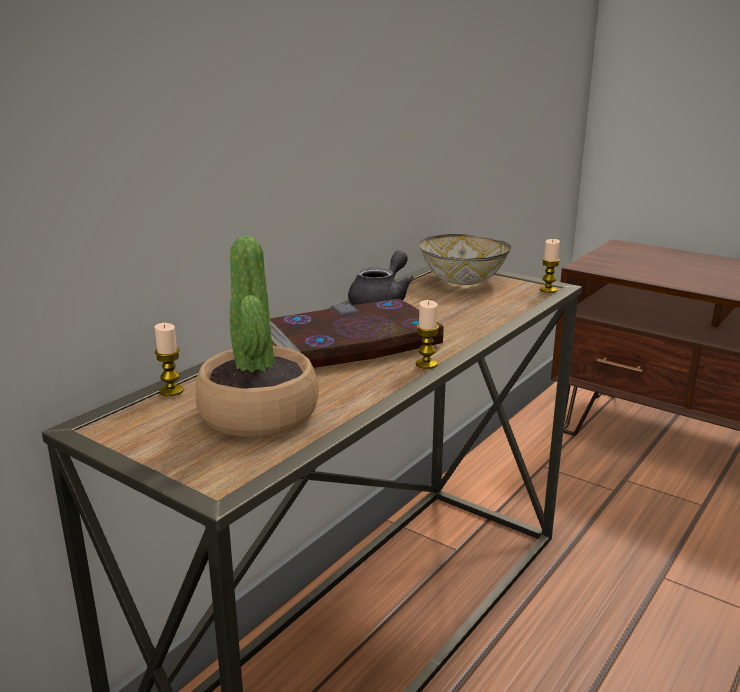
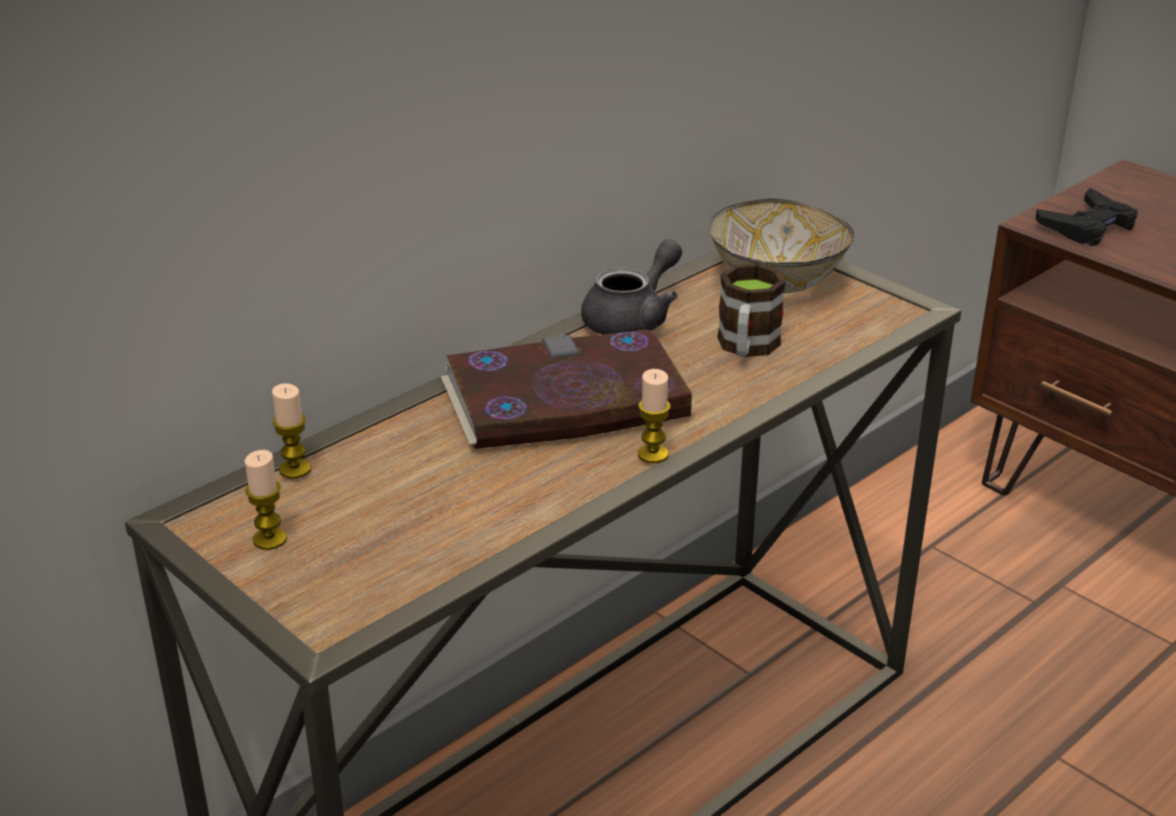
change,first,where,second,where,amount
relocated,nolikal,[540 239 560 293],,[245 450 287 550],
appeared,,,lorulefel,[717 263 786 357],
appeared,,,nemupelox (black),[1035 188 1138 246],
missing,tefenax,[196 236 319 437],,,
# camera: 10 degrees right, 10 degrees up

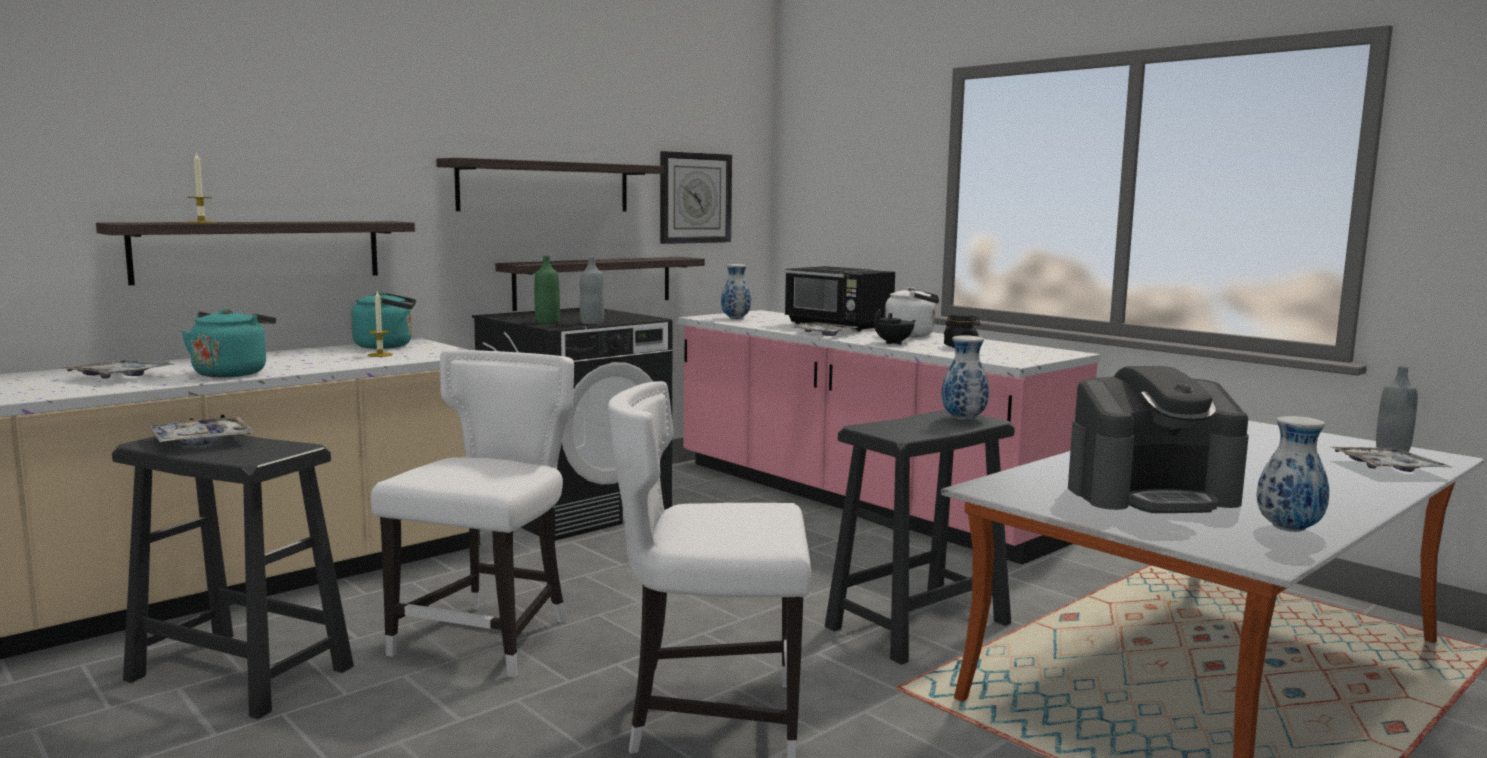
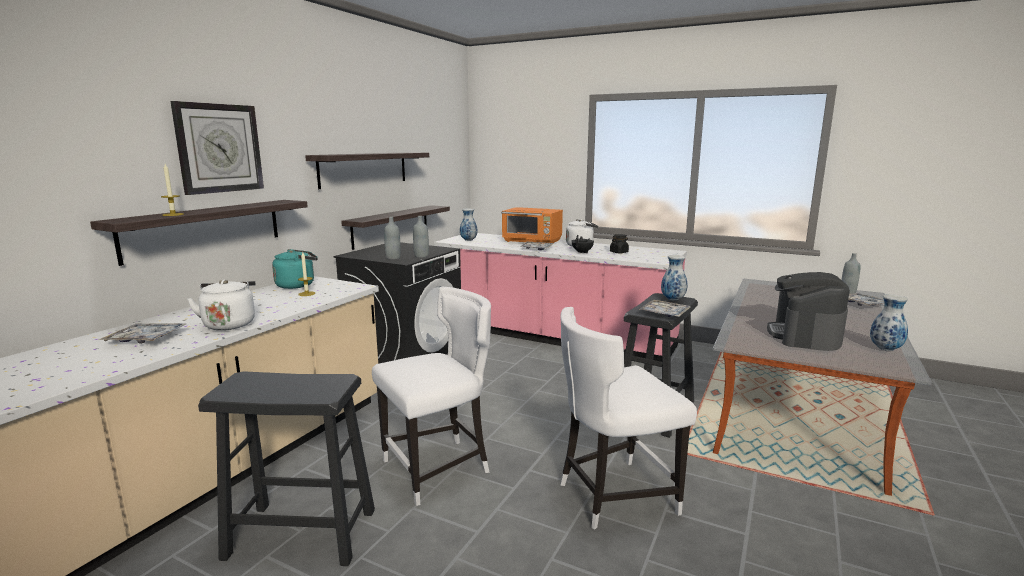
change,first,where,second,where,amount
relocated,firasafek,[660 151 732 244],,[170 101 264 195],
colour,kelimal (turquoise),[181 308 276 377],kelimal (white),[187 280 256 330],
spun,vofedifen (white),[371 350 574 678],,[372 287 491 506],60 degrees clockwise
colour,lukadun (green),[534 256 560 323],lukadun (grey),[384 217 401 259],
colour,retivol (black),[785 266 895 332],retivol (orange),[502 207 563 244],
relocated,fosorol,[149 417 254 445],,[639 300 691 317],
spun,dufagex,[1068 366 1249 513],,[767 272 850 351],135 degrees clockwise
# camera: 20 degrees left, 5 degrees up

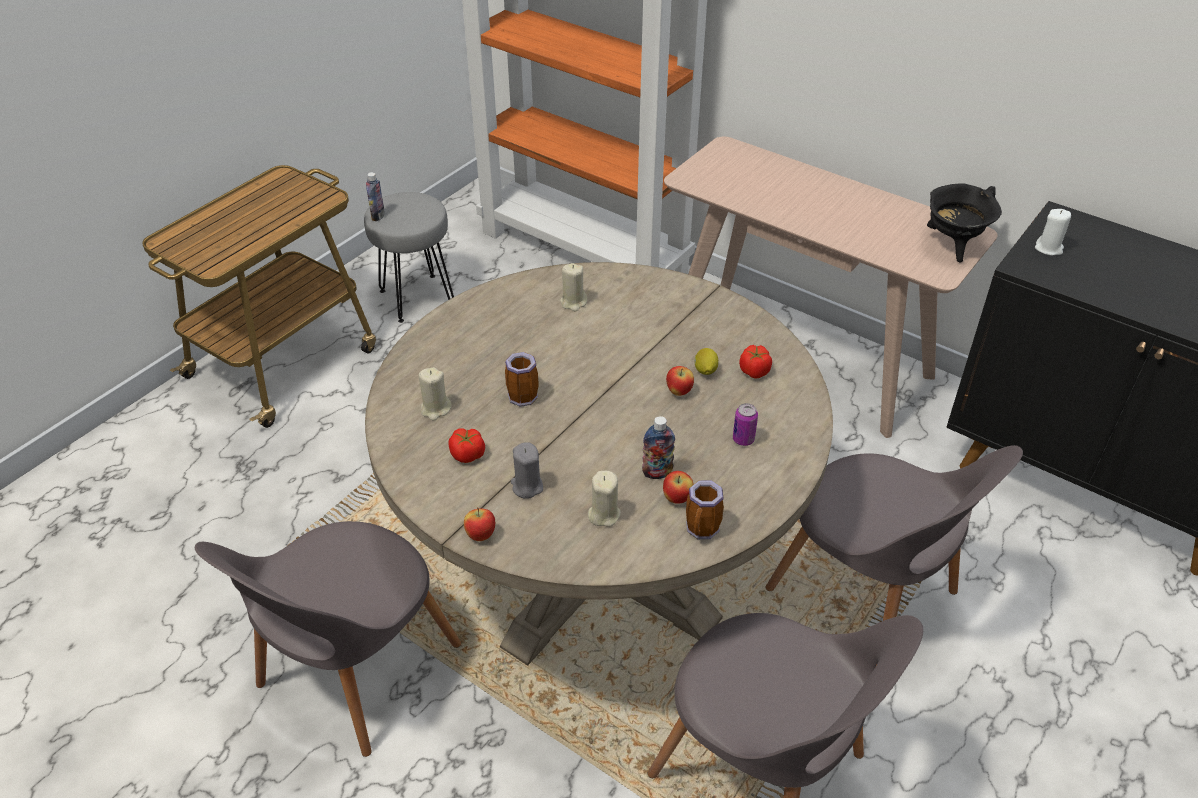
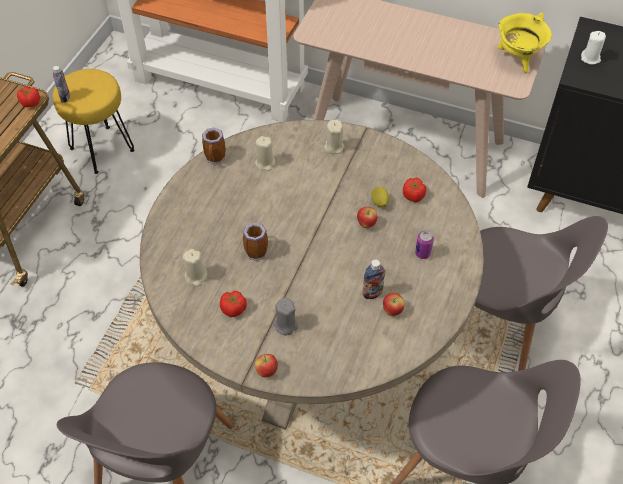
change,first,where,second,where,amount
appeared,,,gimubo,[17 86 40 107],
colour,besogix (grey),[364 192 454 323],besogix (yellow),[52 69 135 174],
relocated,lorulefel,[686 481 724 539],,[202 127 226 164],
relocated,nolikal (beige),[588 471 621 527],,[324 120 344 154],
colour,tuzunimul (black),[927 183 1002 262],tuzunimul (yellow),[498 13 552 73],
# camera: 15 degrees left, 10 degrees up

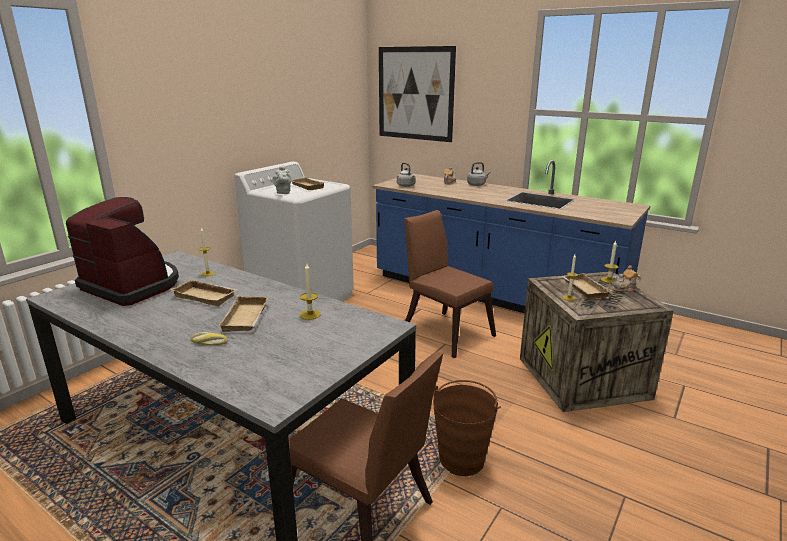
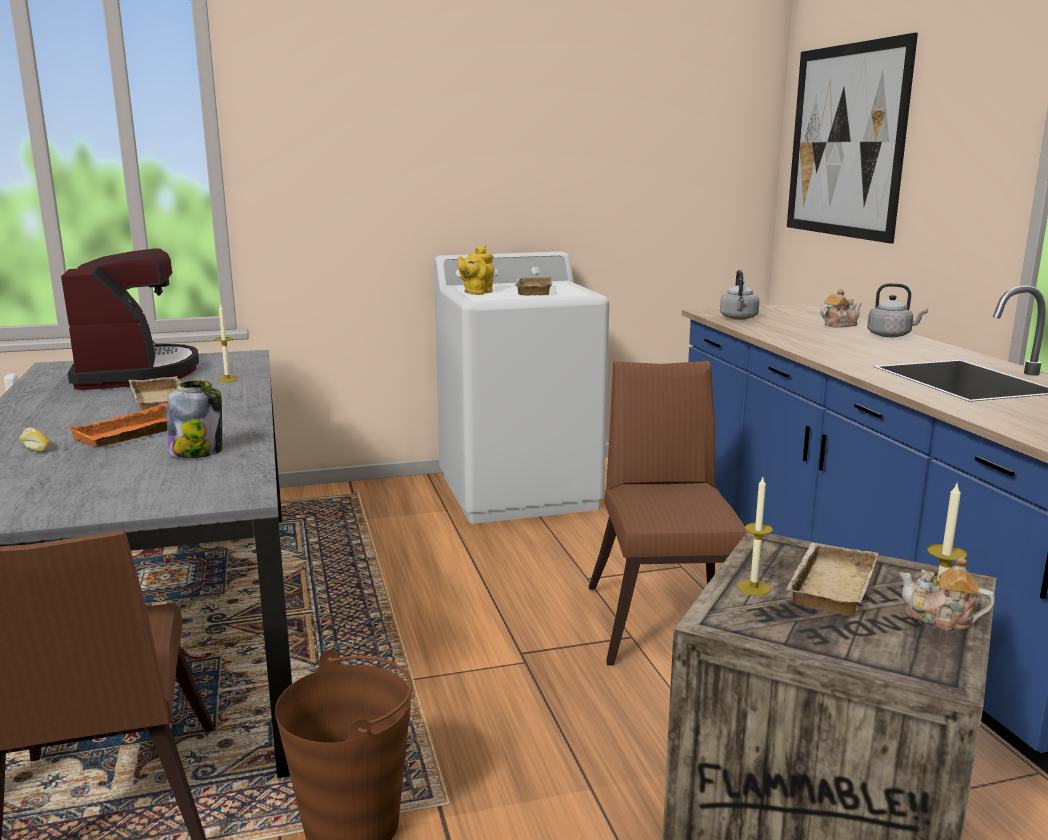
change,first,where,second,where,amount
colour,fosorol (beige),[219 295 269 332],fosorol (orange),[67 403 167 447],
exchanged,nolikal,[300 264 321 320],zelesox,[167 381 222 458],
colour,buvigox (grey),[272 165 292 194],buvigox (yellow),[458 246 494 295],
# camera: 40 degrees right, 5 degrees down

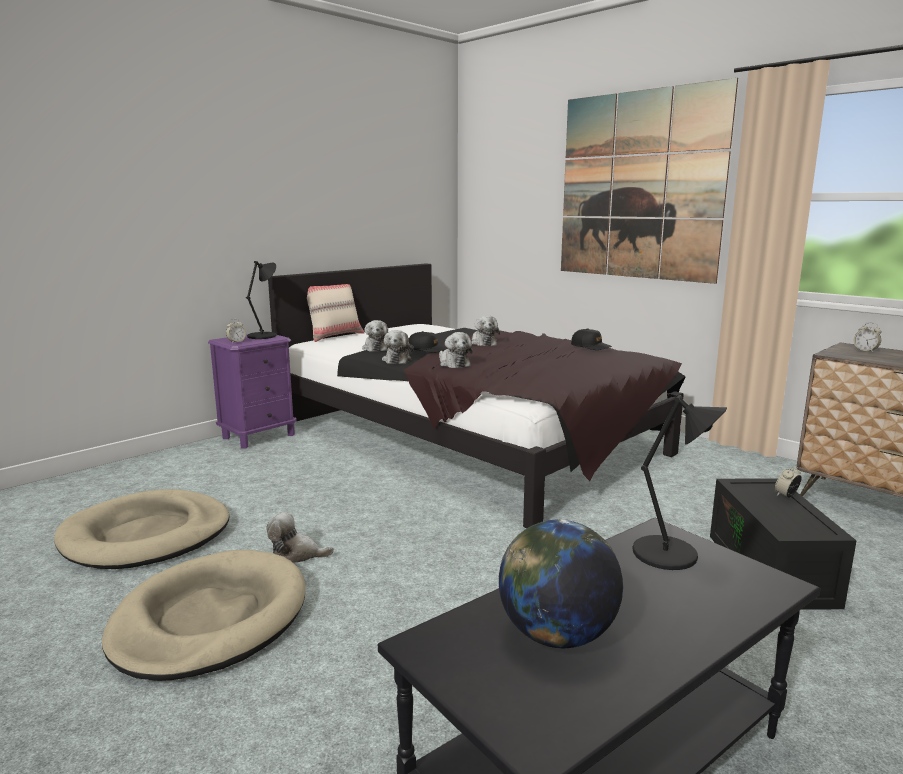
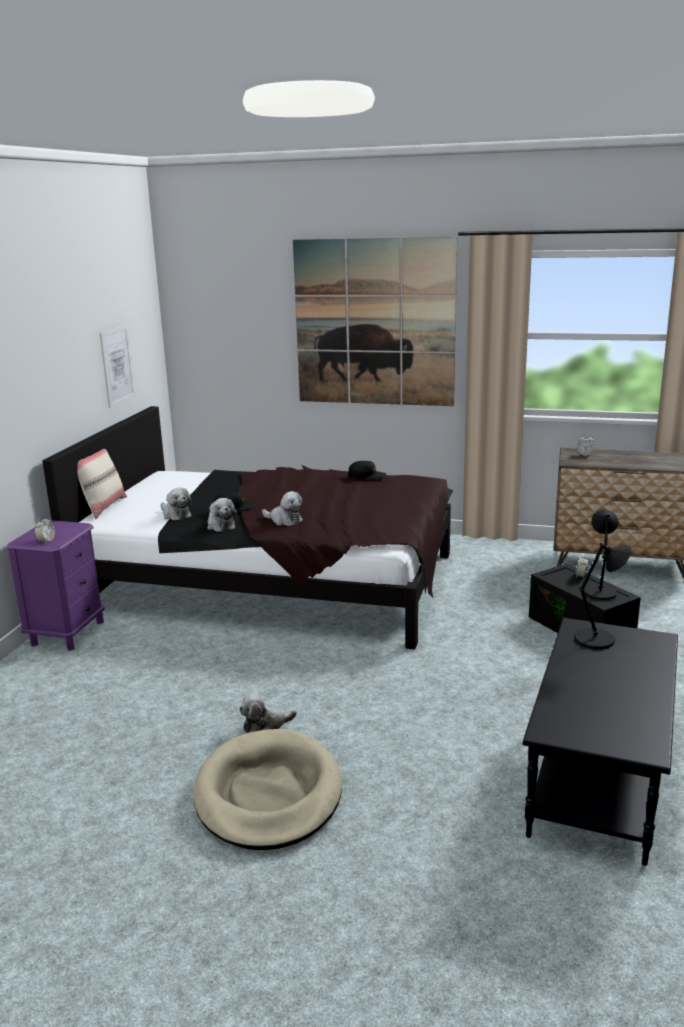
change,first,where,second,where,amount
appeared,,,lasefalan,[100 325 135 408],
relocated,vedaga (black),[246 261 276 339],,[584 509 619 600],
missing,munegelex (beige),[54 489 230 569],,,
missing,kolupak,[471 315 500 346],,,
missing,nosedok,[499 519 623 649],,,
# camera: 30 degrees left, 5 degrees up

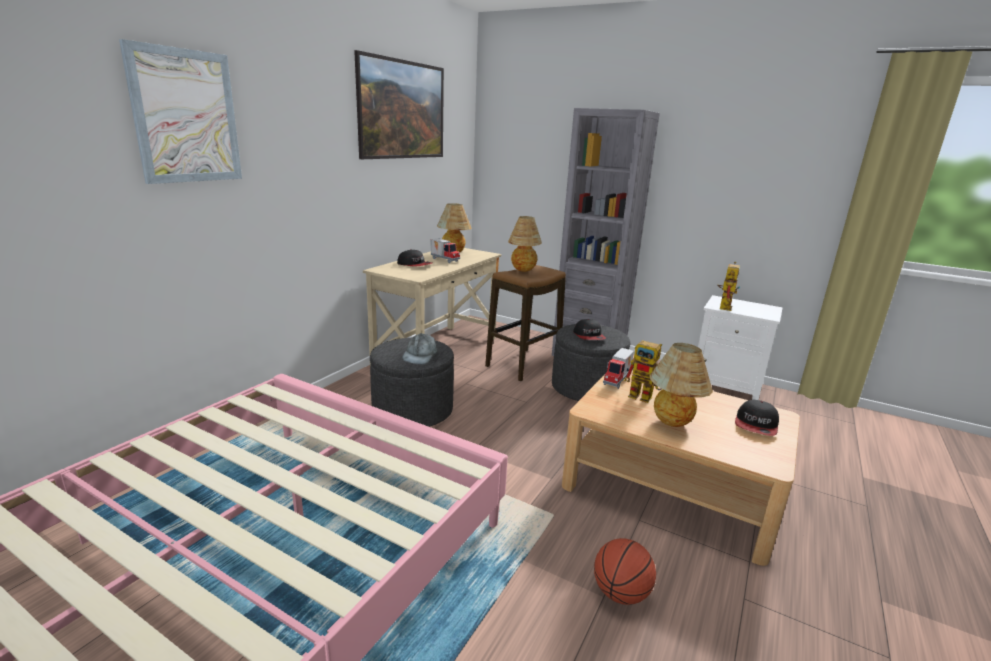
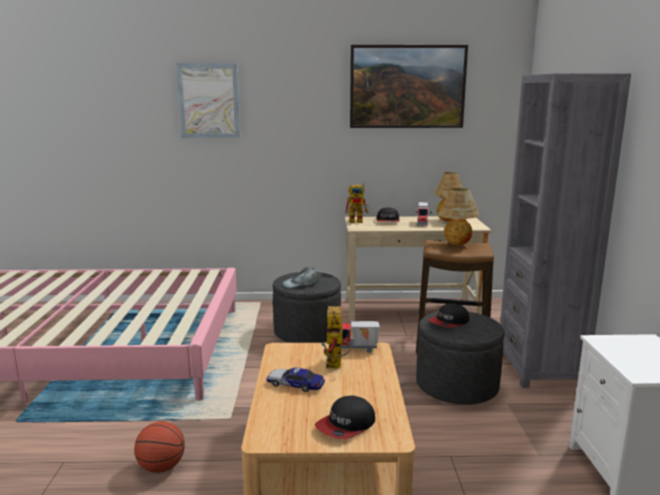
change,first,where,second,where,amount
exchanged,vedaga,[650 343 713 427],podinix,[267 367 325 392],
spun,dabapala,[735 399 779 436],,[315 395 375 439],45 degrees counterclockwise
relocated,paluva,[717 262 740 311],,[345 183 369 223],
# camera: 60 degrees right, 5 degrees down

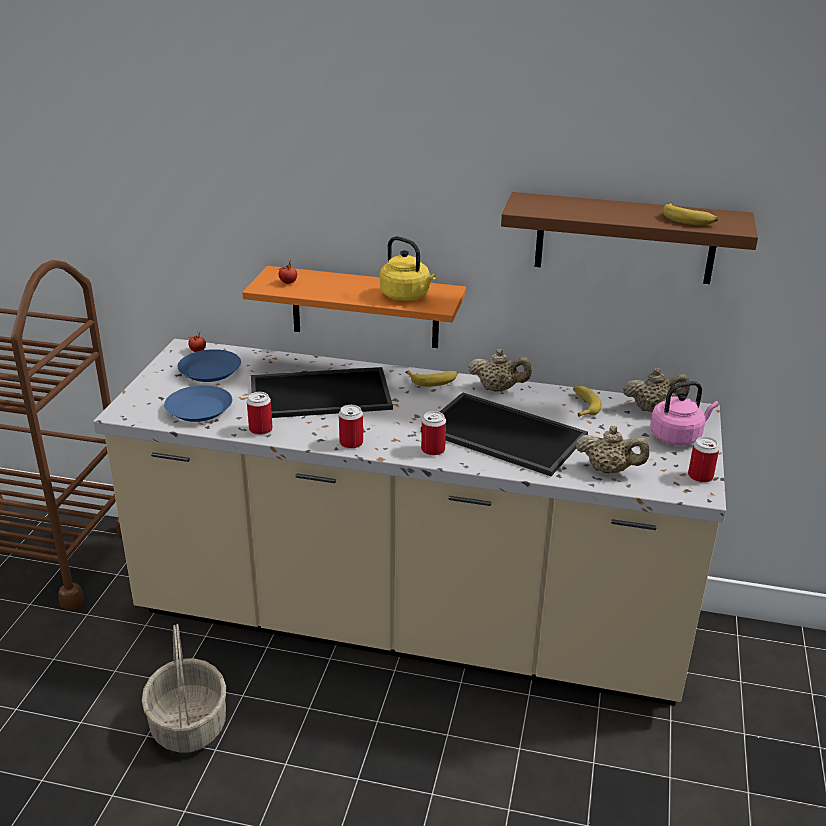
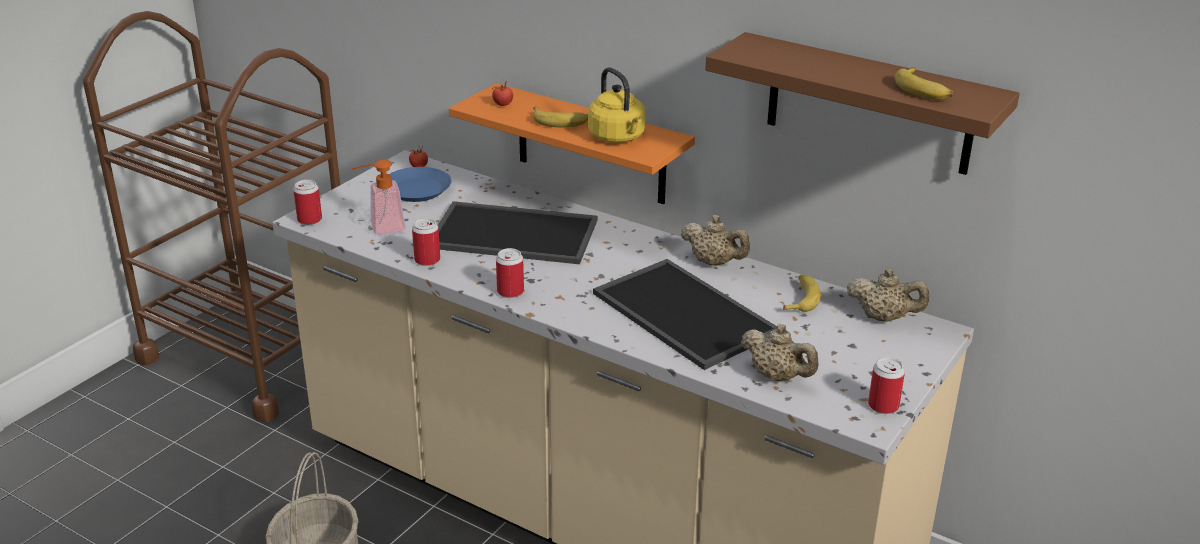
change,first,where,second,where,amount
relocated,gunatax,[421 411 446 455],,[293 180 322 225],
exchanged,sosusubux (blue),[164 385 232 422],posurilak,[351 159 406 235],
relocated,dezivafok,[405 371 458 387],,[533 107 588 127],
missing,kelimal (pink),[650 381 719 446],,,
# camera: 20 degrees right, 0 degrees up

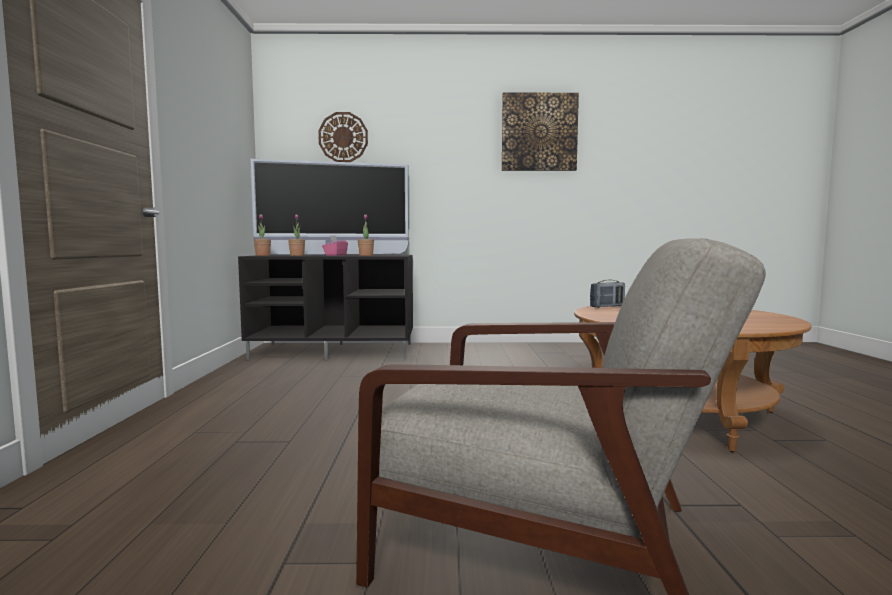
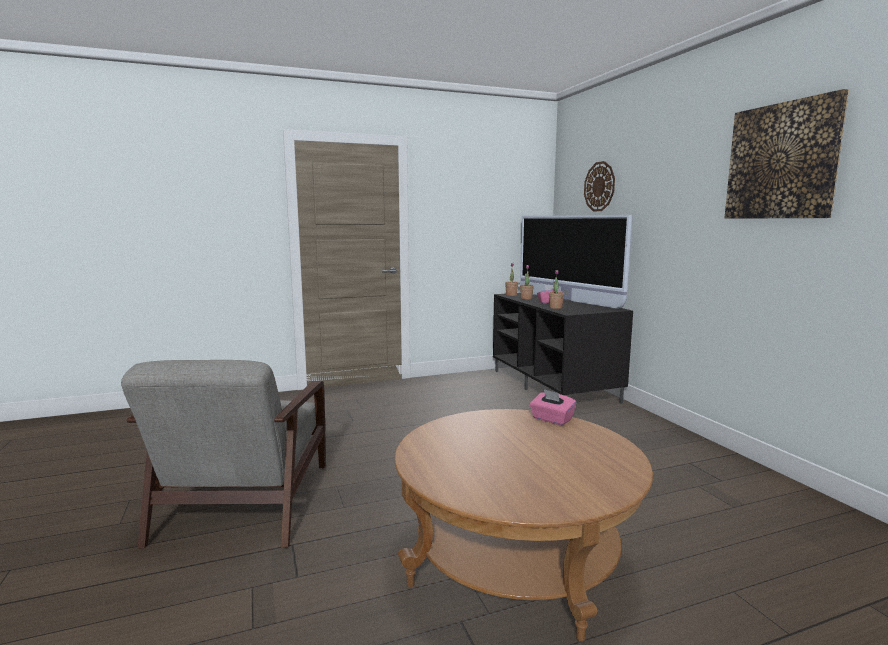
change,first,where,second,where,amount
exchanged,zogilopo,[590 280 625 308],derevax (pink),[530 389 576 425],
# camera: 70 degrees right, 5 degrees up

